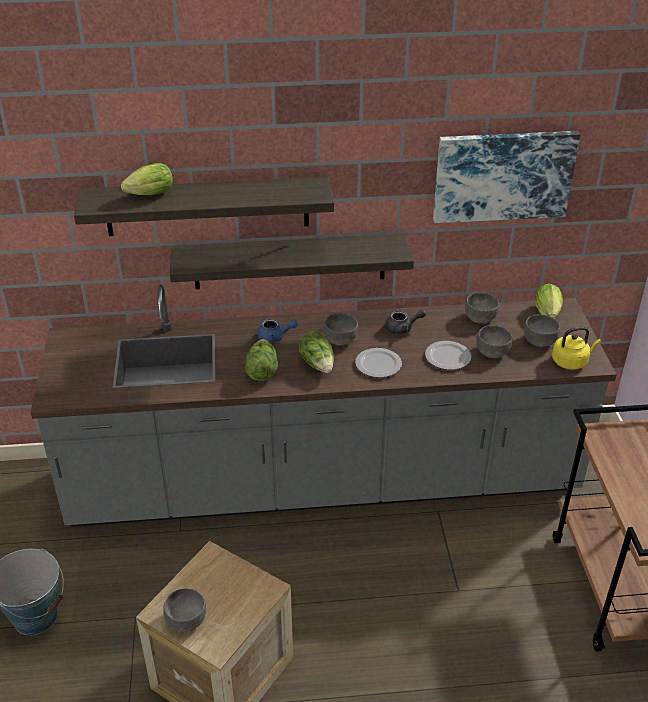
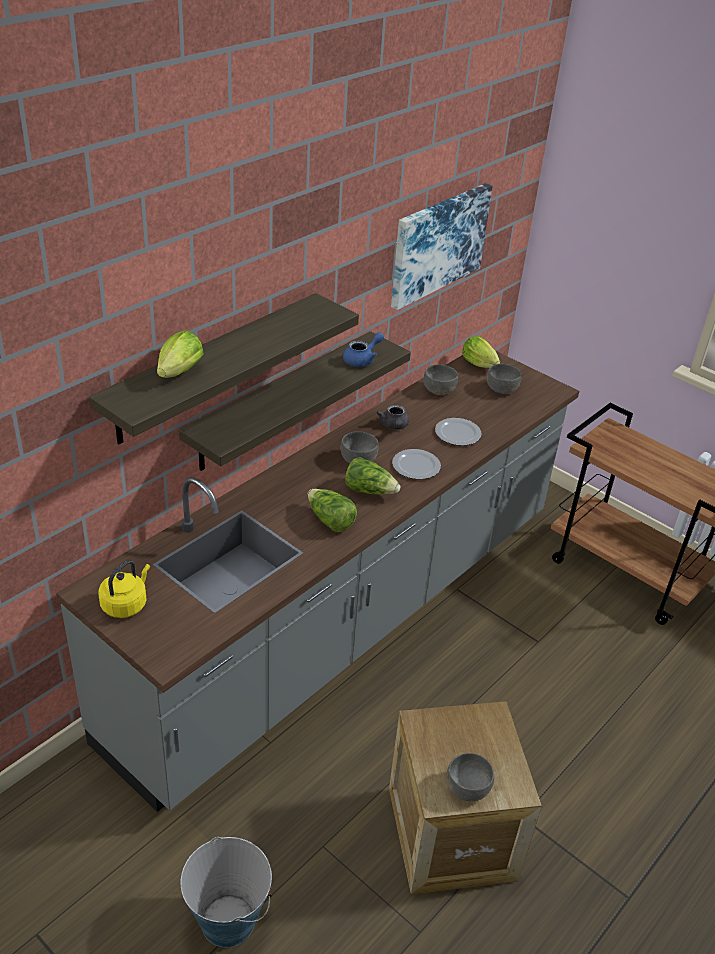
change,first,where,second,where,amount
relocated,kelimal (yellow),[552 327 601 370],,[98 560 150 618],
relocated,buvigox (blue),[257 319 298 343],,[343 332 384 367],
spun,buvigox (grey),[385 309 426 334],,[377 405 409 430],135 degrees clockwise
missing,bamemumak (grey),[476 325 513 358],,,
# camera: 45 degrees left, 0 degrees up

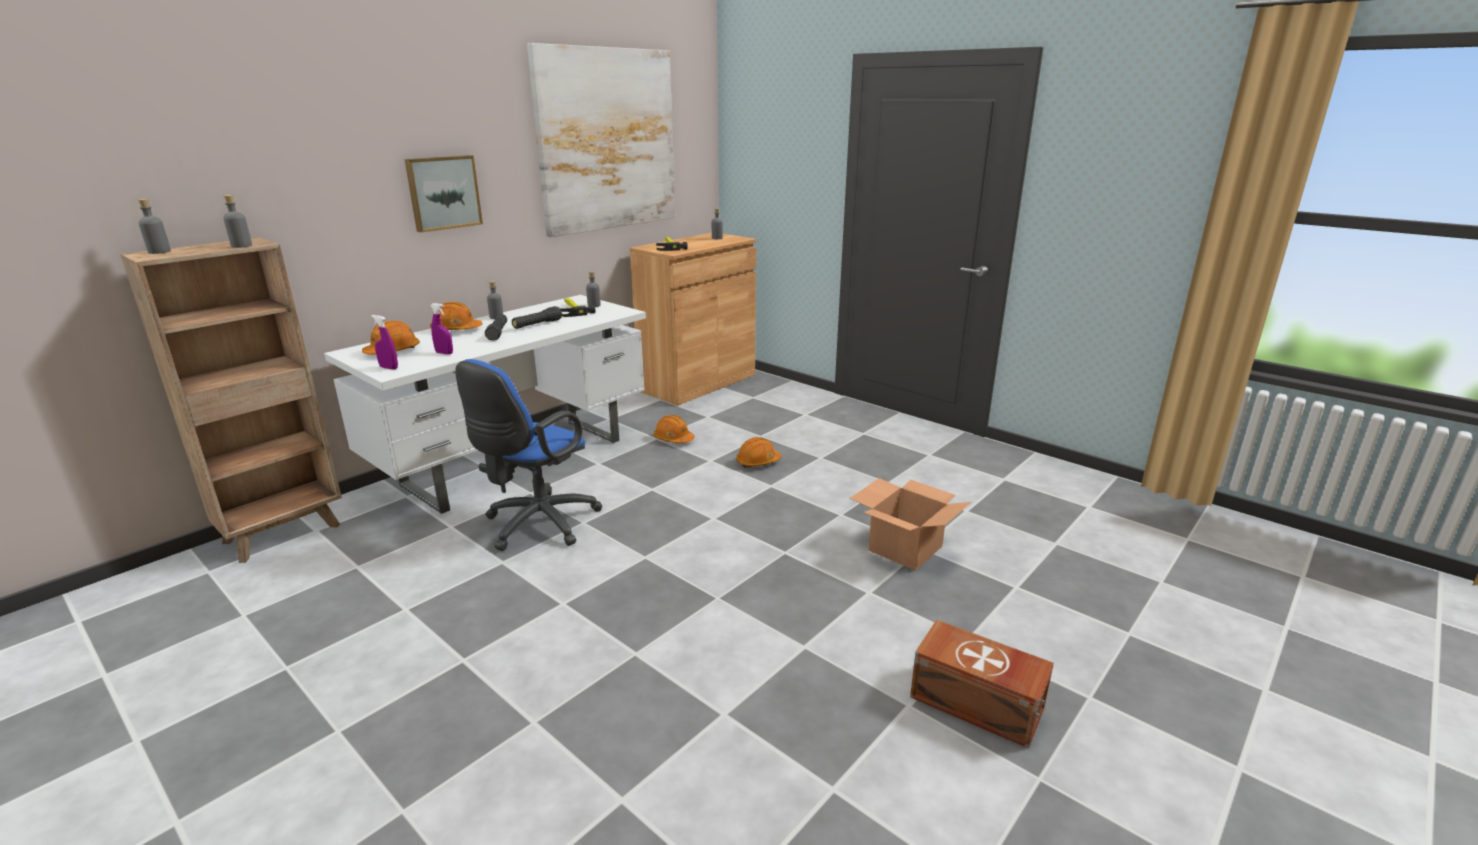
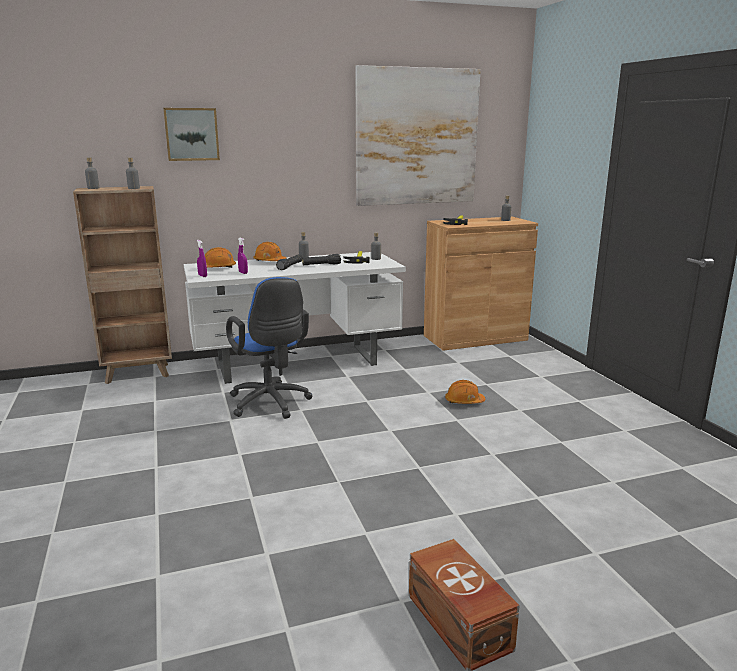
change,first,where,second,where,amount
relocated,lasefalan,[405 155 483 233],,[163 108 220 161],
spun,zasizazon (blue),[456 359 602 551],,[226 277 313 419],90 degrees counterclockwise
missing,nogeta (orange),[653 415 695 443],,,
missing,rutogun,[850 478 971 571],,,
# camera: 30 degrees right, 5 degrees down

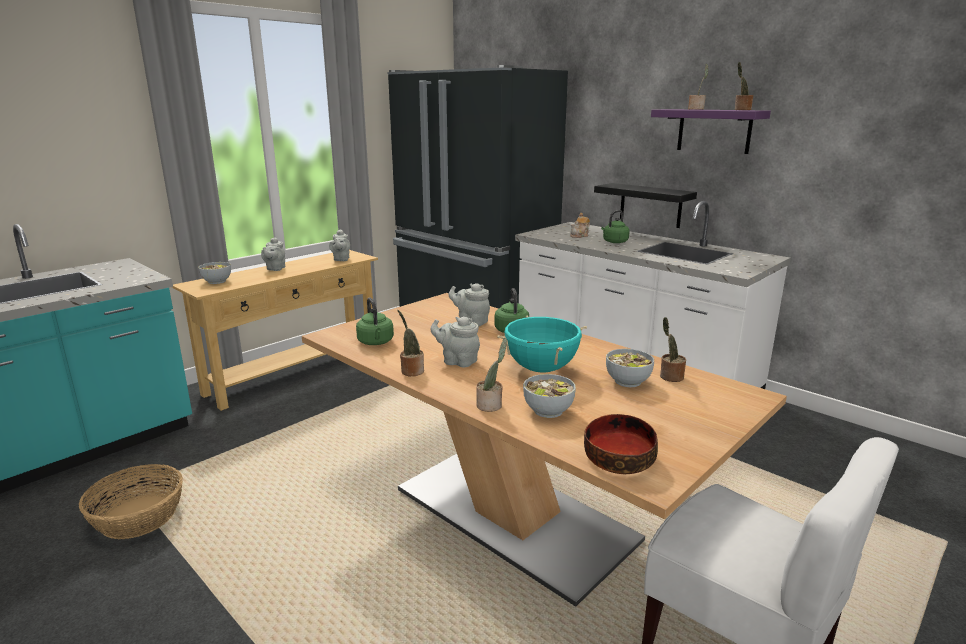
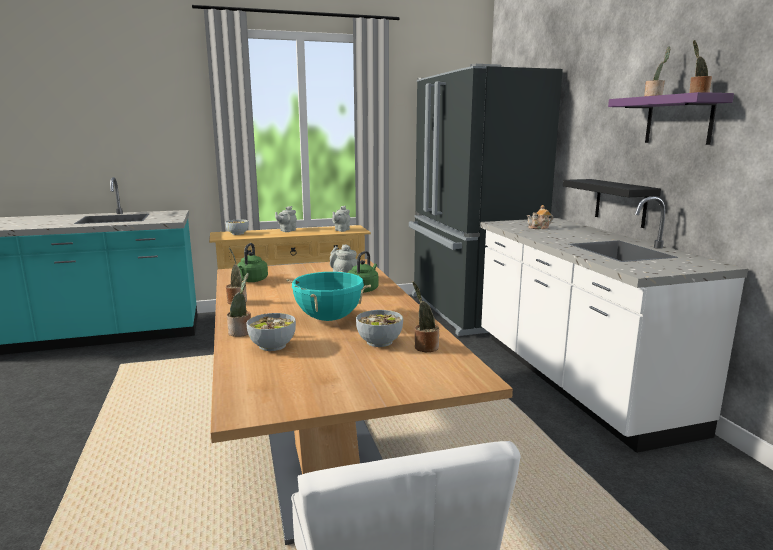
change,first,where,second,where,amount
missing,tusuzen,[79 464 183 539],,,
missing,buvigox (grey),[430 317 480 367],,,
missing,bamemumak,[584 414 658 474],,,
missing,kelimal (green),[601 210 630 243],,,
# camera: 30 degrees right, 5 degrees down

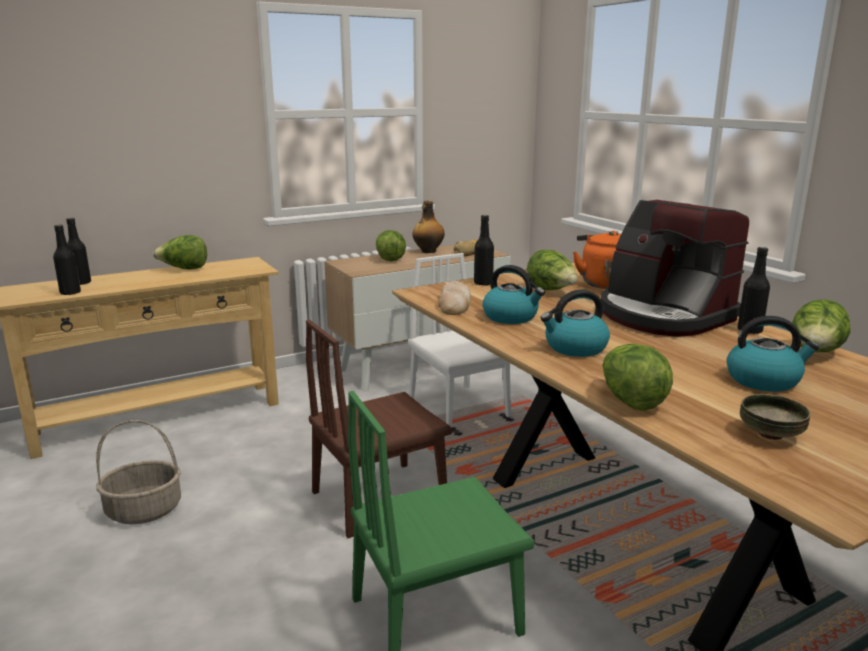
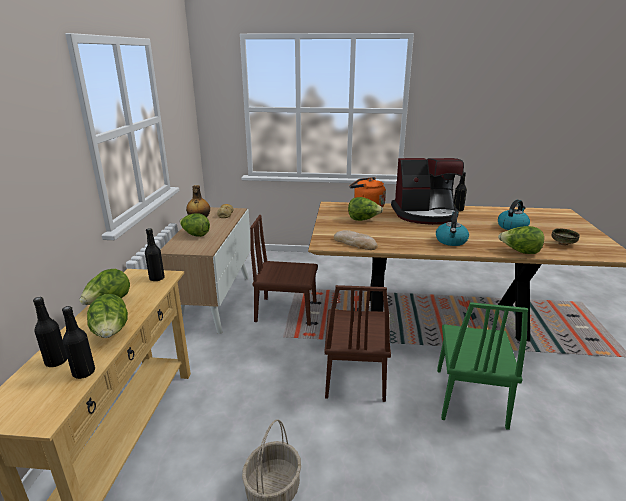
change,first,where,second,where,amount
relocated,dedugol,[792 299 850 352],,[87 294 128 338],
relocated,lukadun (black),[474 215 494 286],,[145 228 165 281],
colour,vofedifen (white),[408 253 511 427],vofedifen (brown),[250 215 318 326],
missing,kelimal,[482 265 545 324],,,
# camera: 55 degrees left, 5 degrees up

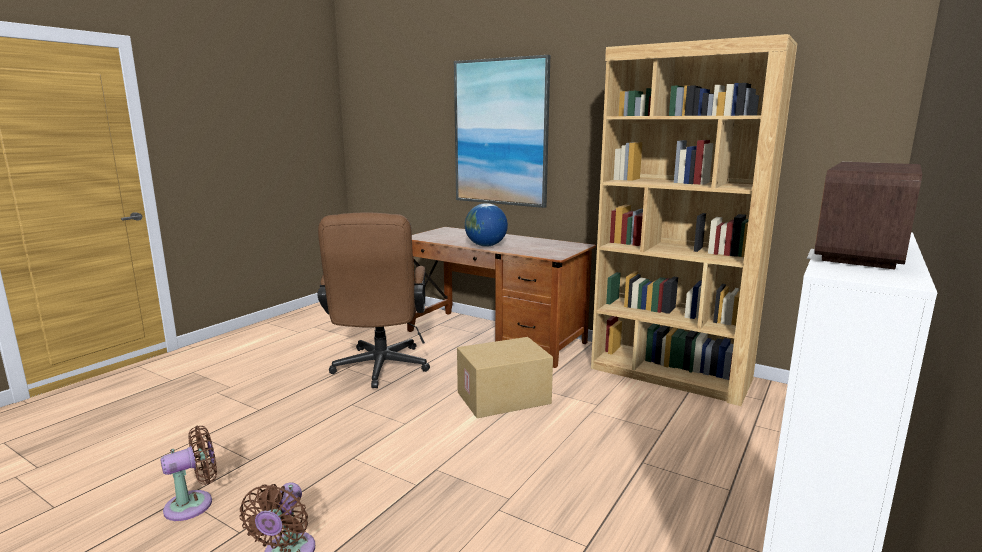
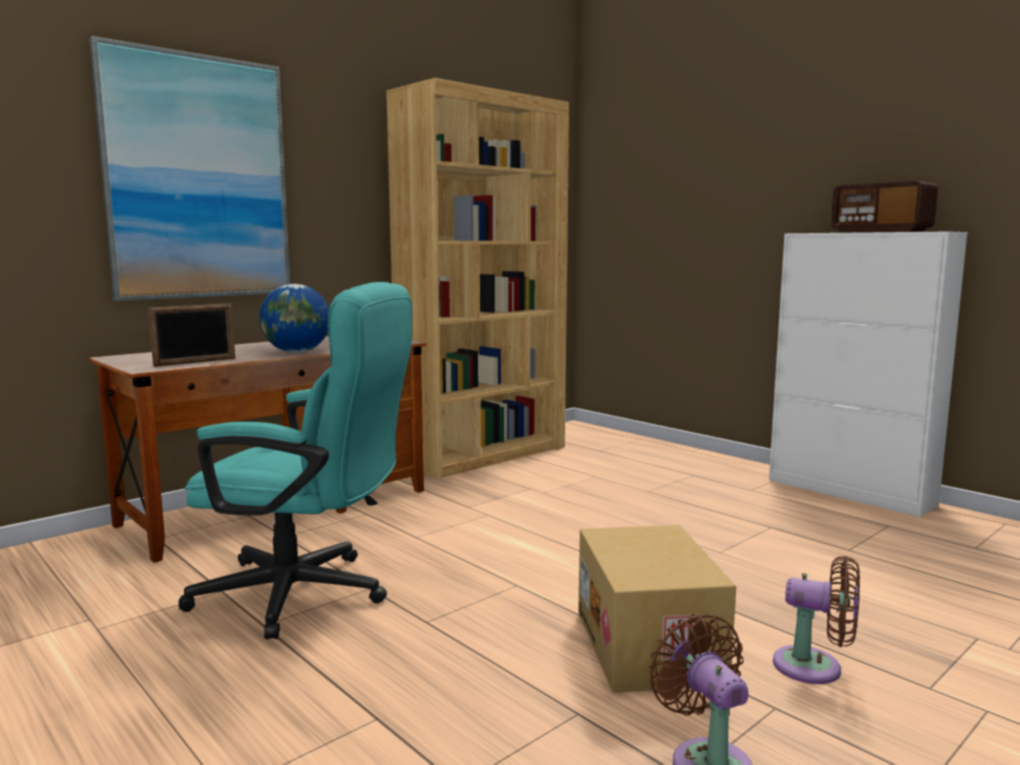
change,first,where,second,where,amount
appeared,,,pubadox,[148 303 235 367],
colour,zasizazon (brown),[317 213 430 388],zasizazon (turquoise),[179 282 412 639],
relocated,rutogun,[457 337 553 418],,[578 525 736 693],
# camera: 75 degrees left, 5 degrees down

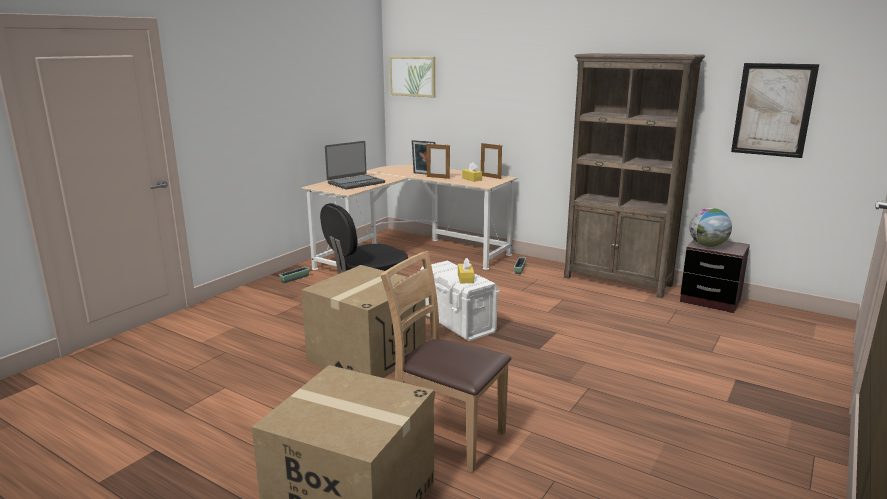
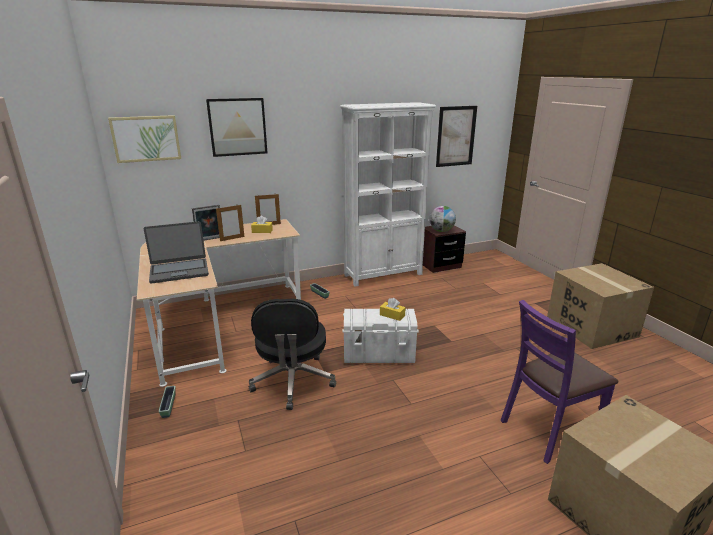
change,first,where,second,where,amount
spun,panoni,[325 141 385 189],,[144 221 209 284],75 degrees clockwise
appeared,,,lasefalan,[206 98 267 157],
colour,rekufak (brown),[564 53 705 298],rekufak (white),[340 102 436 287],
colour,vofedifen (brown),[380 251 511 473],vofedifen (purple),[501 300 618 464],
relocated,rutogun,[301 265 426 378],,[547 263 654 349],
# camera: 55 degrees left, 5 degrees up

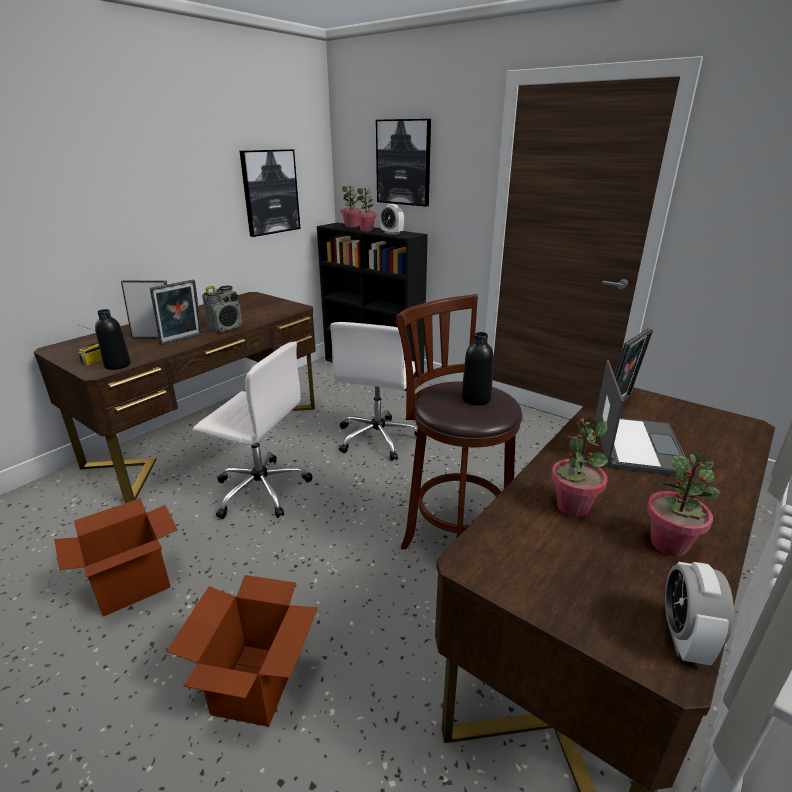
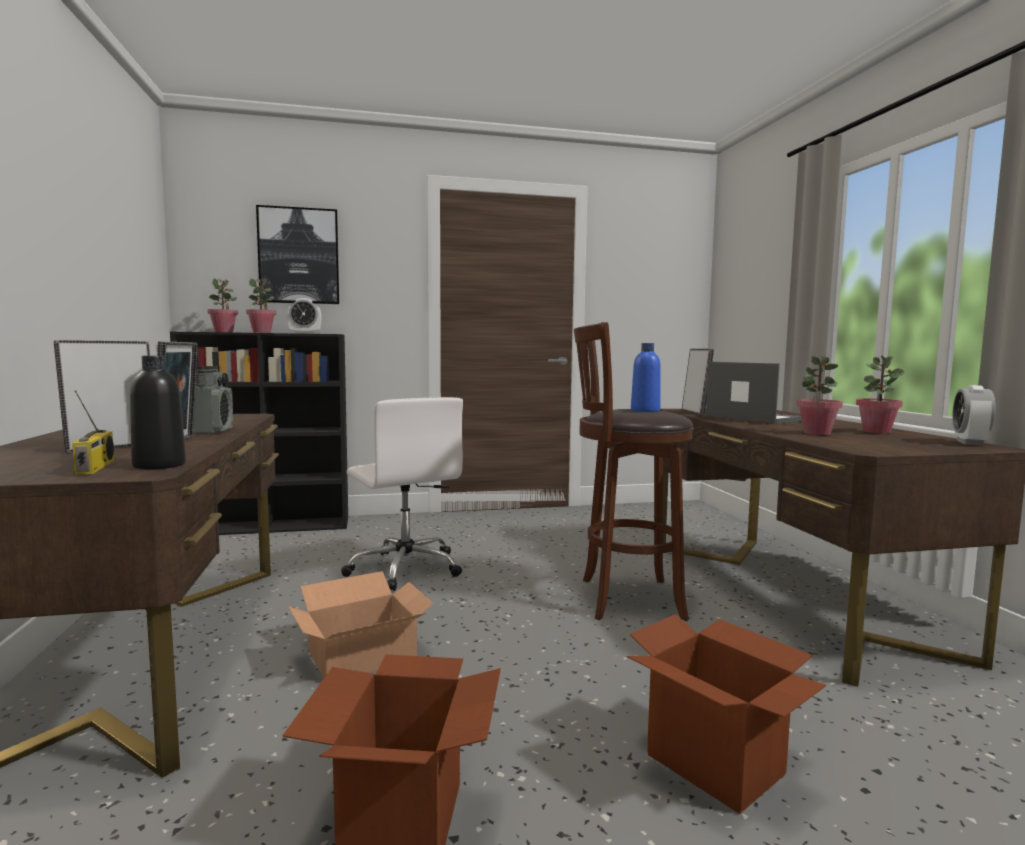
change,first,where,second,where,amount
exchanged,zasizazon (white),[193 342 312 519],rutogun,[288 571 434 678],
colour,lukadun (black),[461 332 494 405],lukadun (blue),[631 343 661 412],
spun,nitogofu,[665 562 734 666],,[952 385 996 446],60 degrees clockwise
missing,lasefalan,[240 149 300 237],,,
# camera: 50 degrees left, 20 degrees down

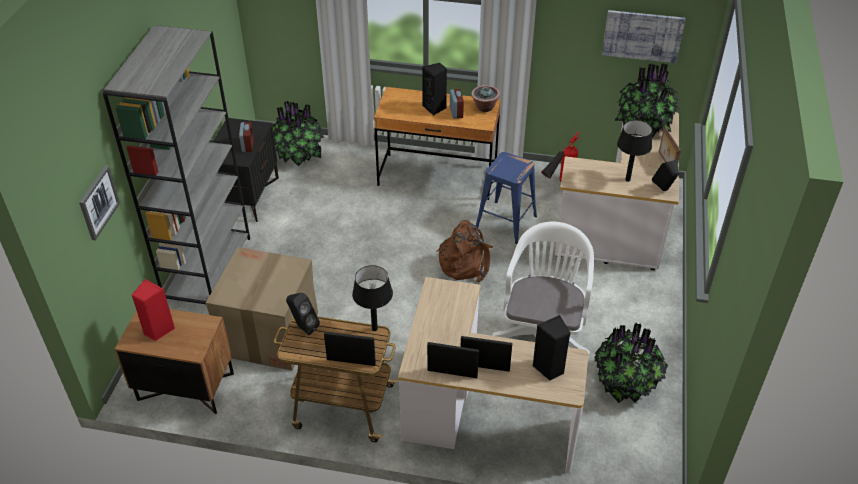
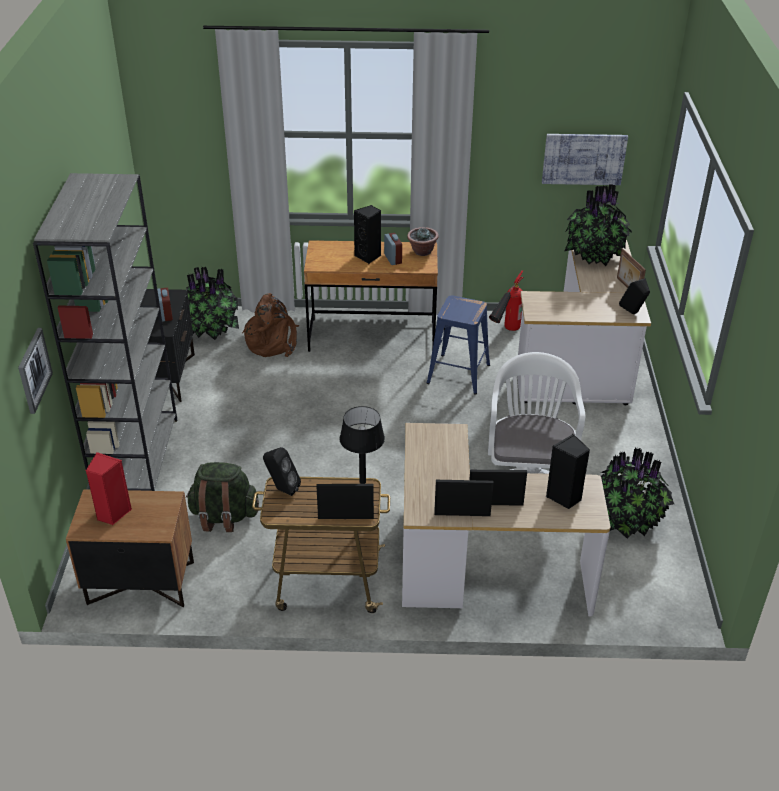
change,first,where,second,where,amount
exchanged,rutogun,[206 247 318 371],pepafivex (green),[186 462 259 532],
relocated,pepafivex (brown),[437 220 493 283],,[242 293 299 357],
missing,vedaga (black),[617 120 652 182],,,
# camera: 10 degrees left, 5 degrees down

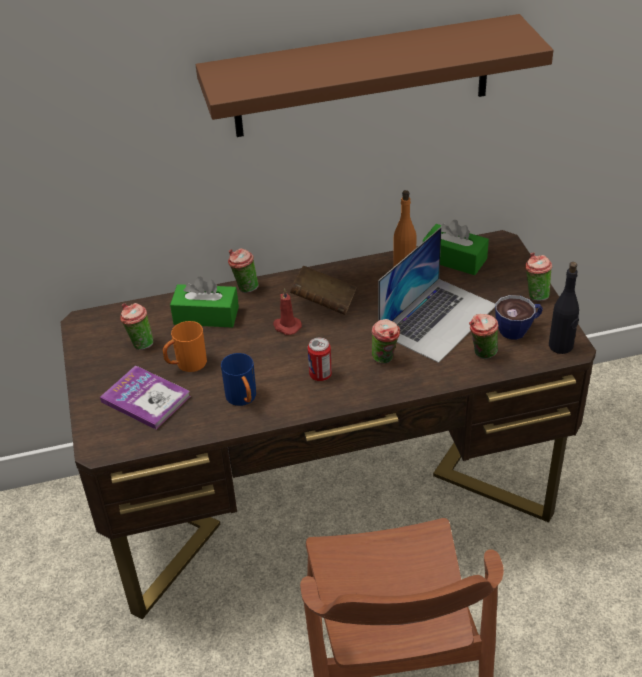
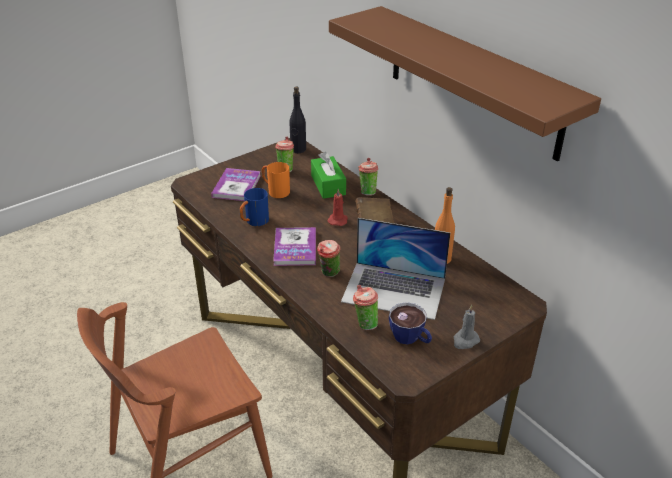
change,first,where,second,where,amount
exchanged,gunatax,[308 338 332 381],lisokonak,[273 227 316 266],
relocated,lukadun (black),[549 262 579 354],,[289 87 306 153],
exchanged,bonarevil,[525 252 552 301],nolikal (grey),[454 304 480 349],
missing,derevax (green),[423 220 489 275],,,
# camera: 65 degrees right, 5 degrees down

